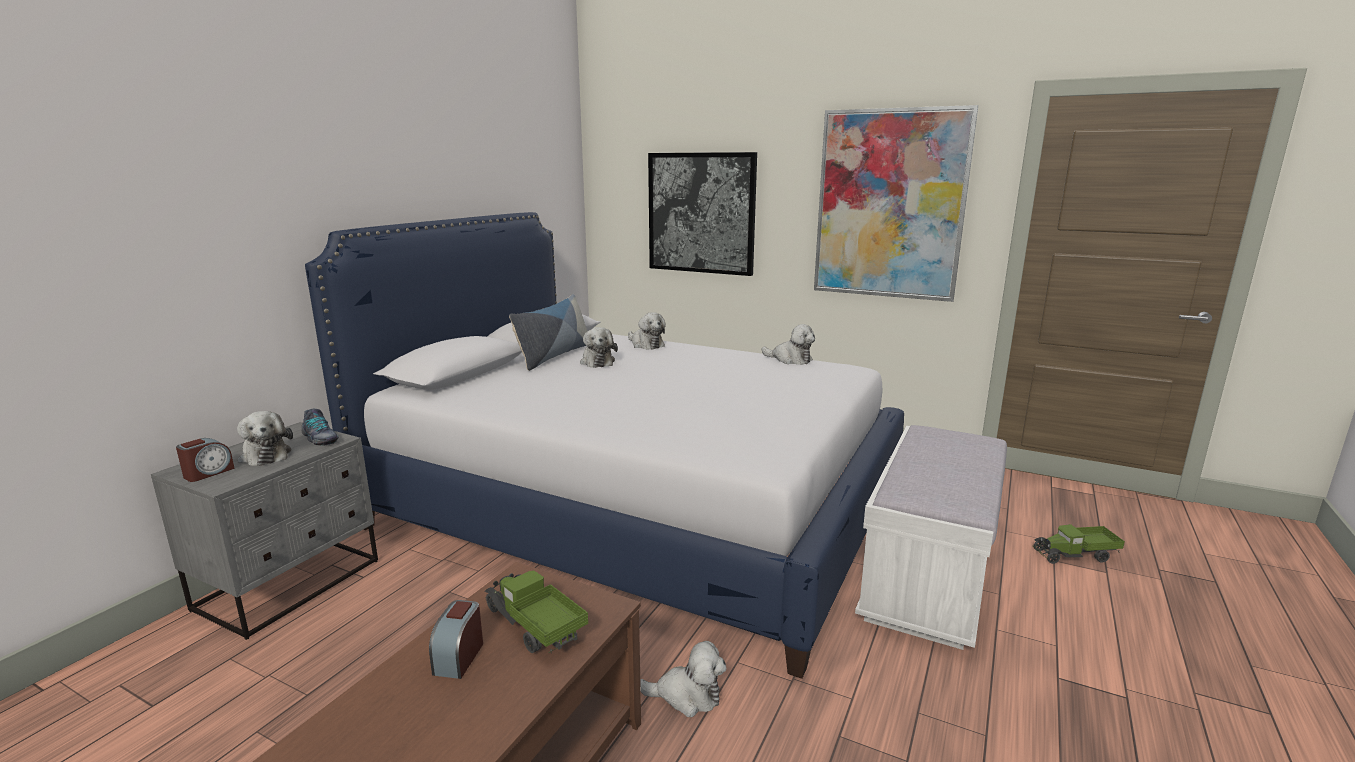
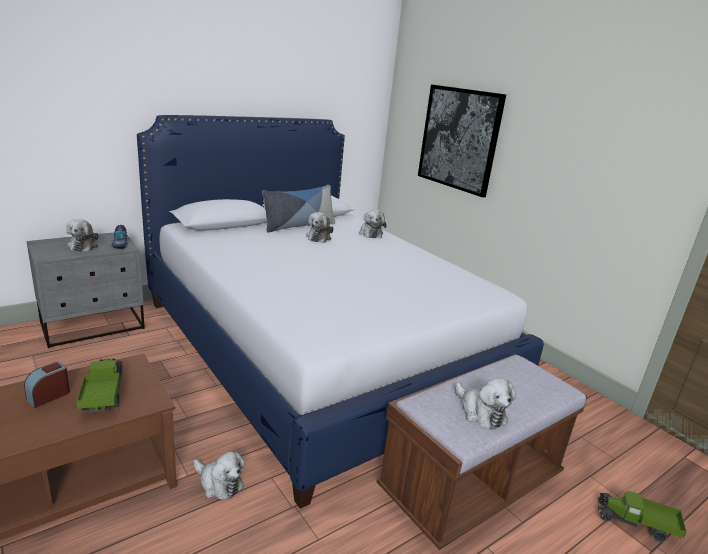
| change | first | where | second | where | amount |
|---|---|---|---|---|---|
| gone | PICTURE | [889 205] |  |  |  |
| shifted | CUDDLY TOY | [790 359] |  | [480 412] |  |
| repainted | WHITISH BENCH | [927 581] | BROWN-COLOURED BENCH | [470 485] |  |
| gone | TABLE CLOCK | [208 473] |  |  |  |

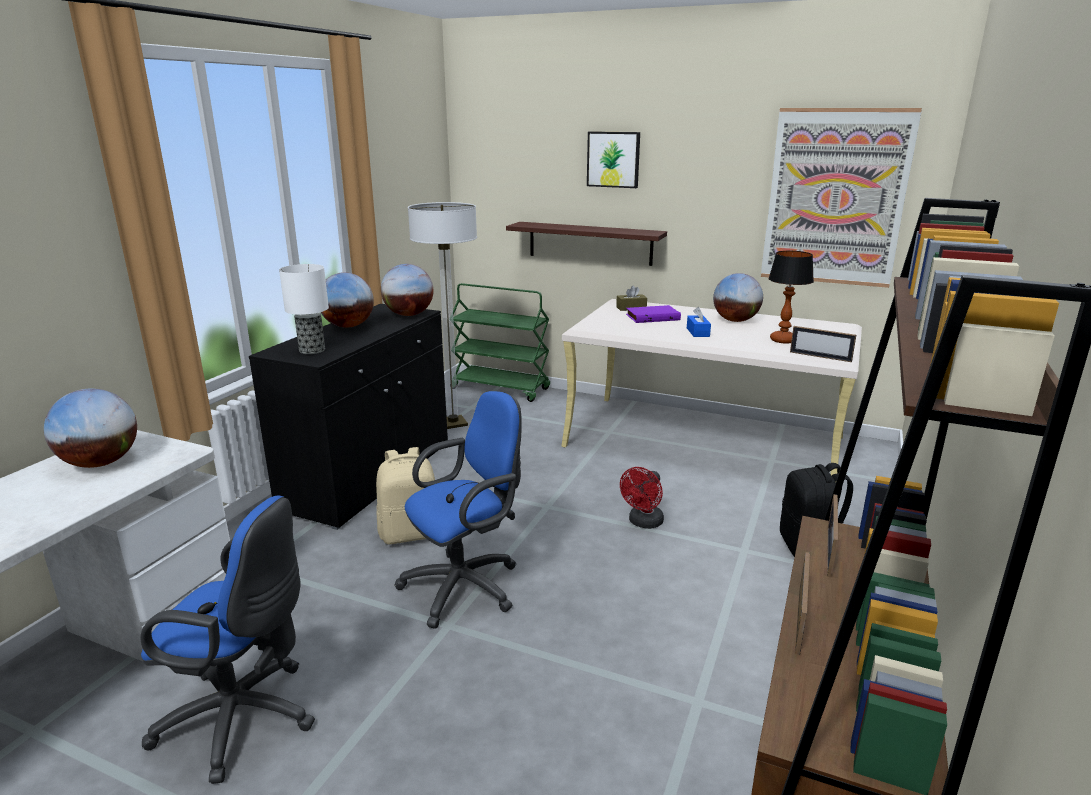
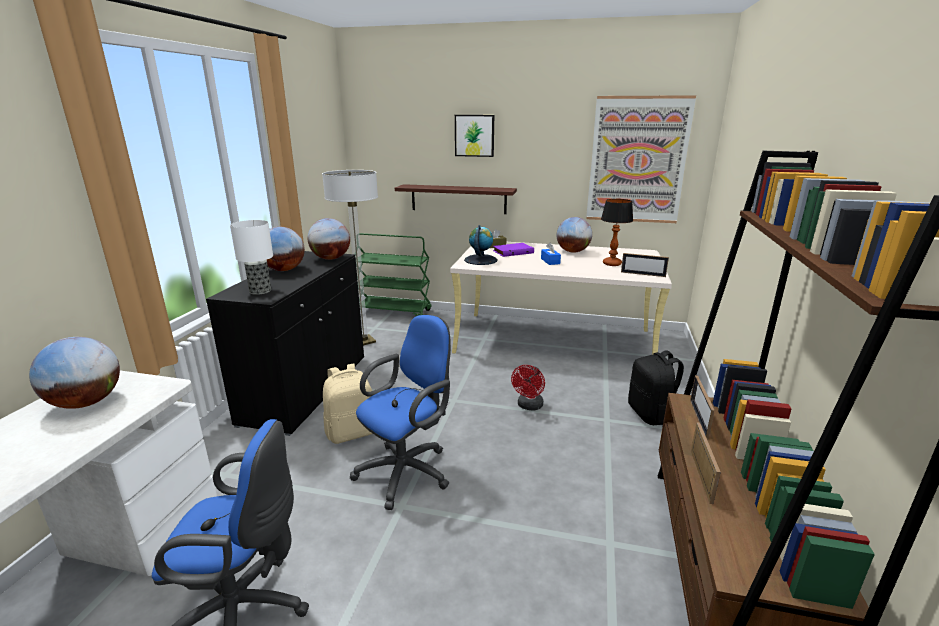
| change | first | where | second | where | amount |
|---|---|---|---|---|---|
| new |  |  | GLOBE | [480 260] |  |

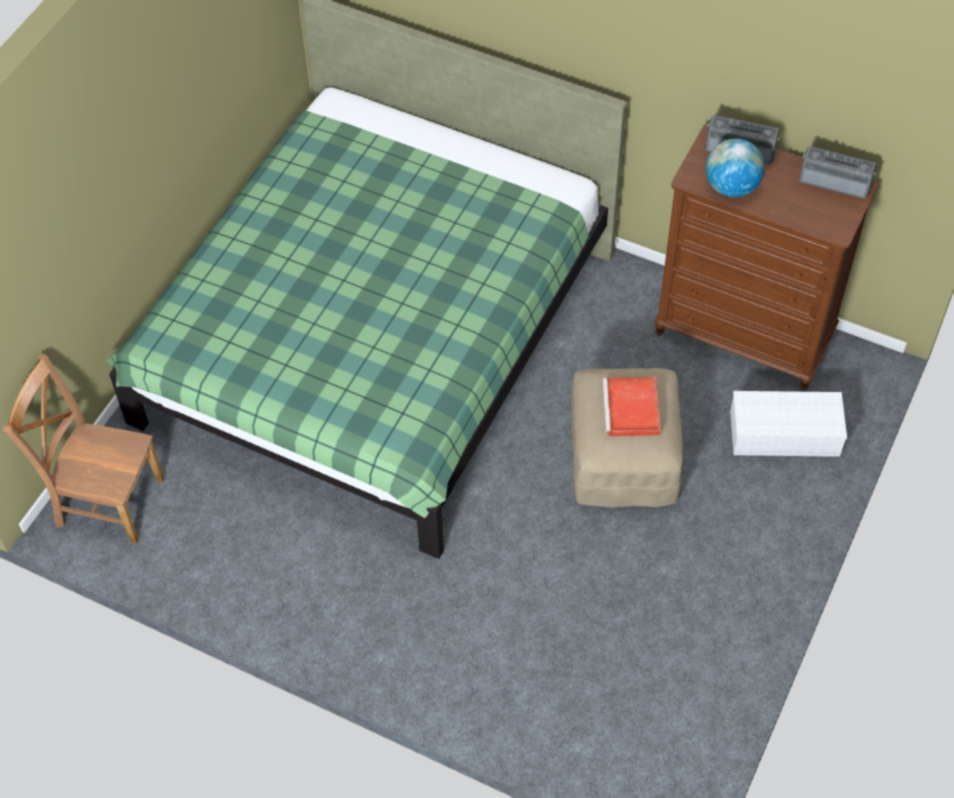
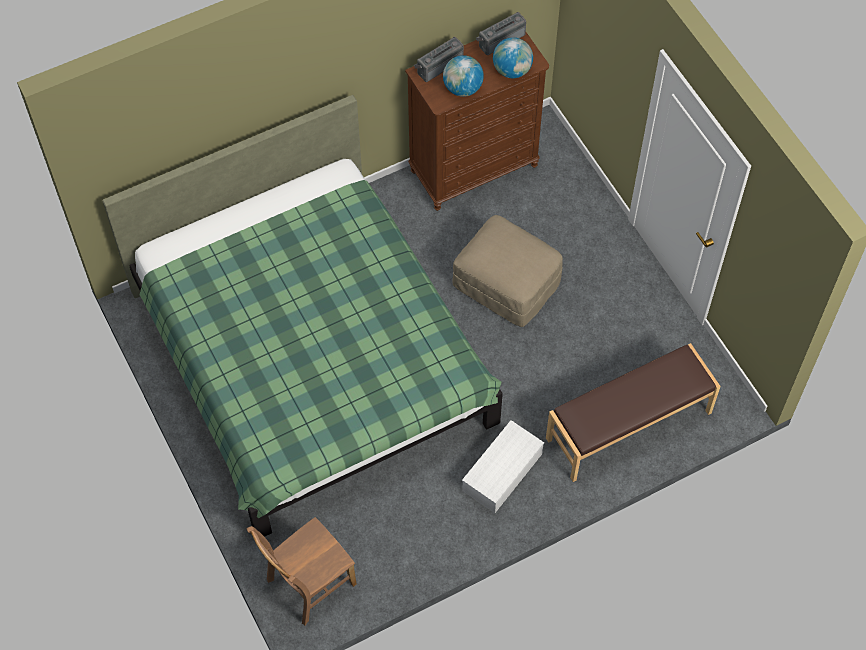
| change | first | where | second | where | amount |
|---|---|---|---|---|---|
| gone | REDDISH TRAY | [632 410] |  |  |  |
| shifted | WHITISH STORAGE BIN | [783 434] |  | [502 473] |  |
| new |  |  | GLOBE | [512 70] |  |
| new |  |  | BROWN-COLOURED BENCH | [629 426] |  |

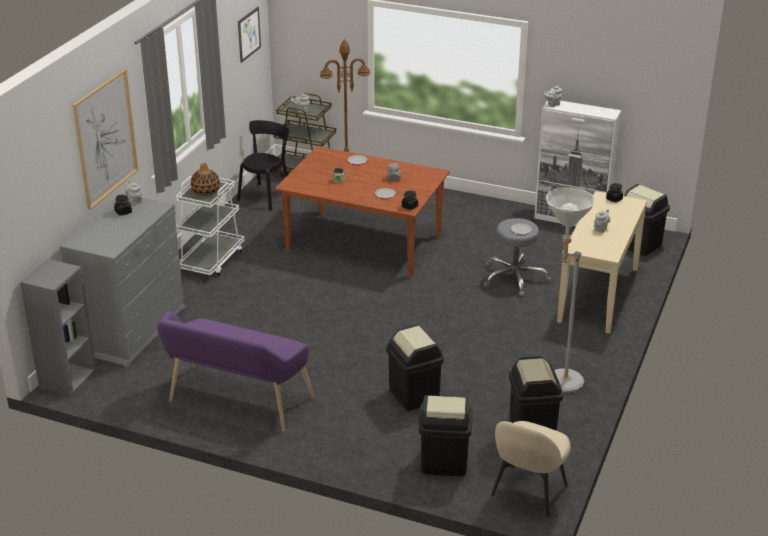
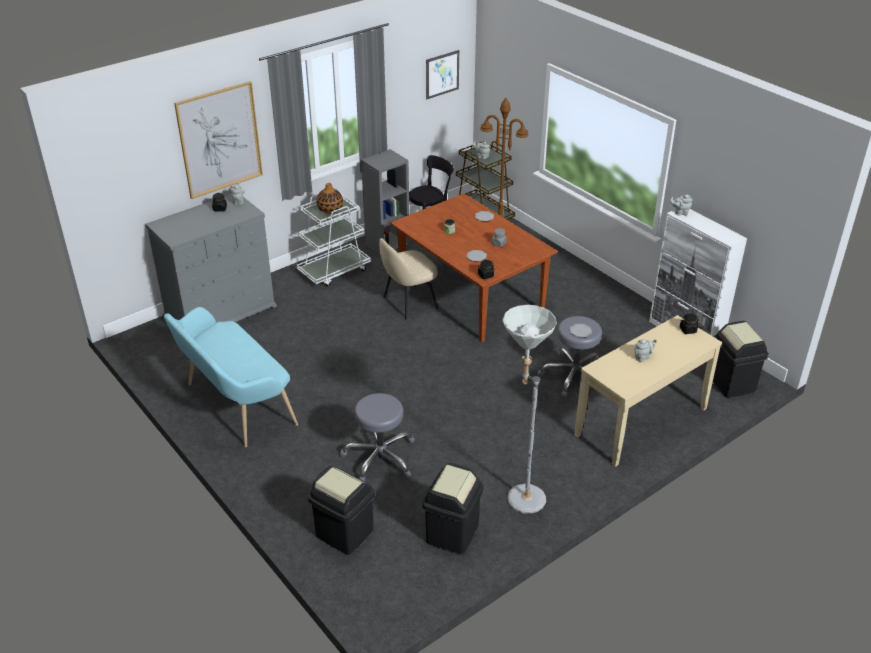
| change | first | where | second | where | amount |
|---|---|---|---|---|---|
| shifted | GREY SHELVING UNIT | [68 378] |  | [387 244] |  |
| repainted | PURPLE BENCH | [236 402] | TURQUOISE BENCH | [235 405] |  |
| swapped | BLACK RUBBISH BIN | [414 395] | GREY STOOL | [380 457] |  |
| shifted | SAND-COLOURED UPRIGHT CHAIR | [528 492] |  | [408 303] |  |

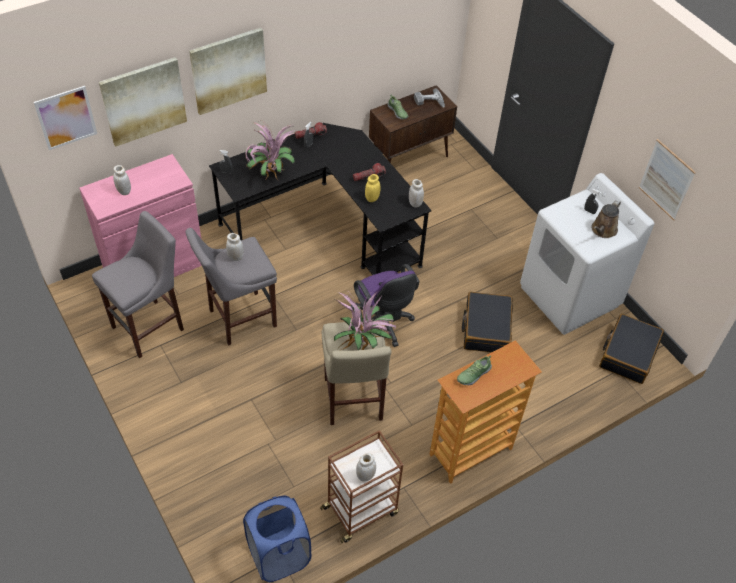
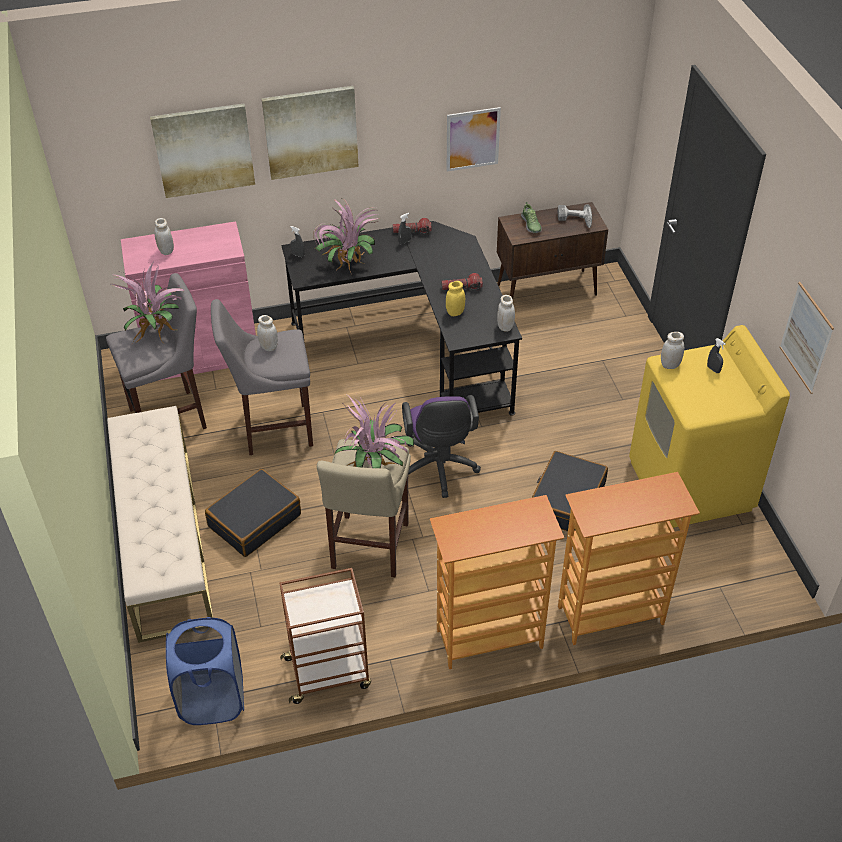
| change | first | where | second | where | amount |
|---|---|---|---|---|---|
| shifted | PICTURE | [66 118] |  | [472 139] |  |
| repainted | WHITISH LAUNDRY APPLIANCE | [569 296] | YELLOW LAUNDRY APPLIANCE | [690 486] |  |
| gone | BROWN-COLOURED WATERING CAN | [603 230] |  |  |  |
| shifted | BLACK SUITCASE | [628 354] |  | [254 520] |  |
| gone | ITEM OF FOOTWEAR | [473 374] |  |  |  |
| shifted | WHITISH JAR | [365 476] |  | [670 365] |  |
| new |  |  | POTTED PLANT | [158 331] |  |
| new |  |  | SAND-COLOURED BENCH | [164 540] |  |
| new |  |  | SHELVING UNIT | [610 616] |  |

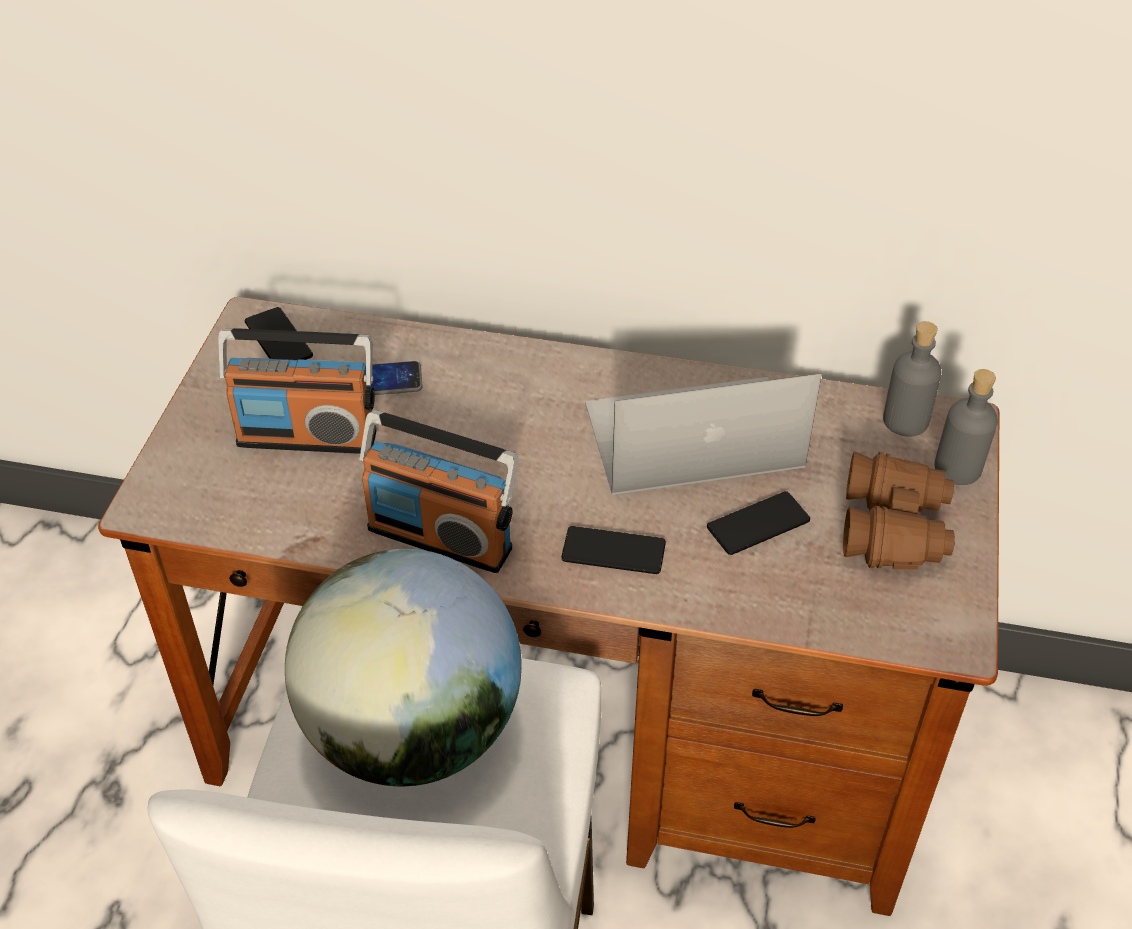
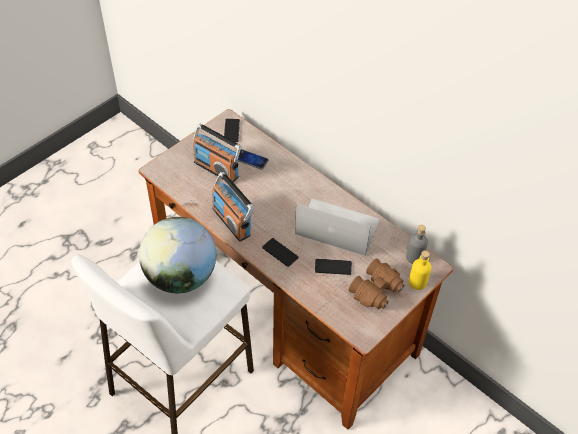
| change | first | where | second | where | amount |
|---|---|---|---|---|---|
| repainted | GREY BEVERAGE BOTTLE | [958 468] | YELLOW BEVERAGE BOTTLE | [417 282] |  |

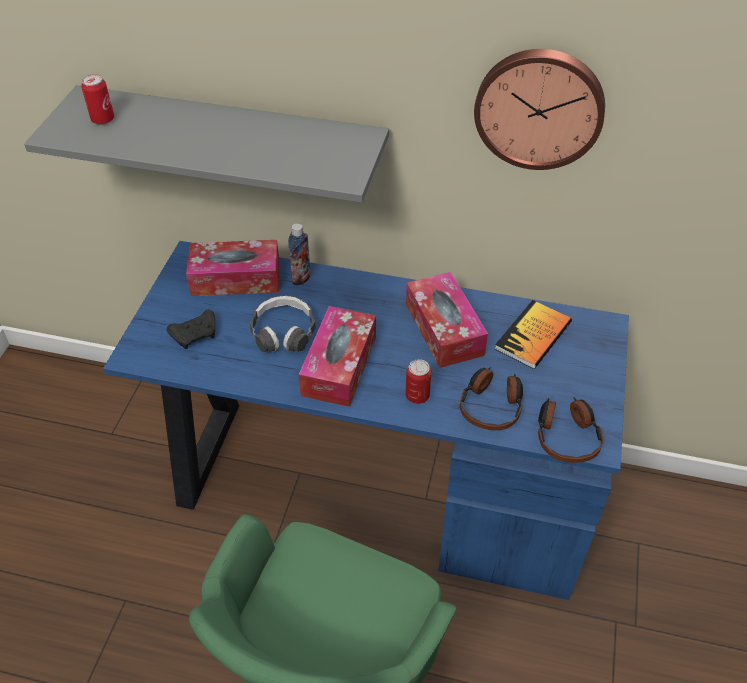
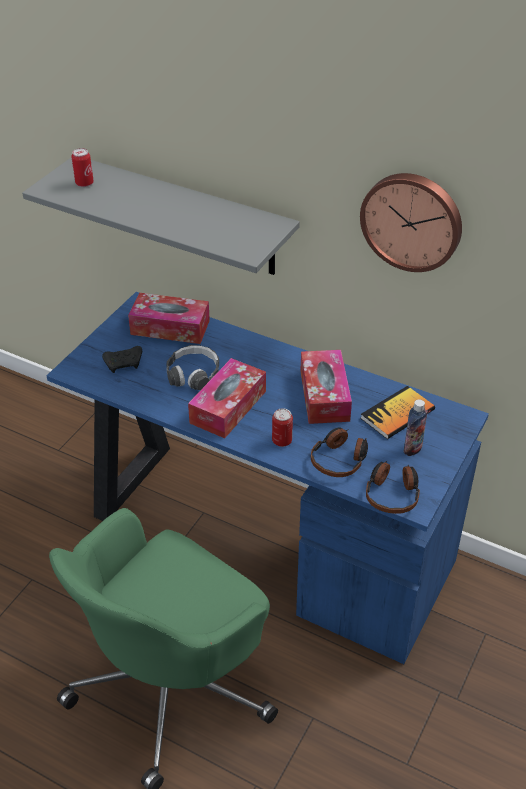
| change | first | where | second | where | amount |
|---|---|---|---|---|---|
| shifted | BEVERAGE BOTTLE | [301 277] |  | [412 448] |  |

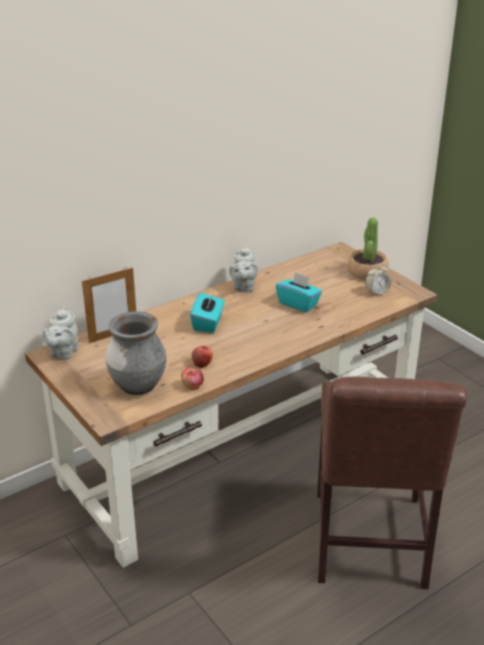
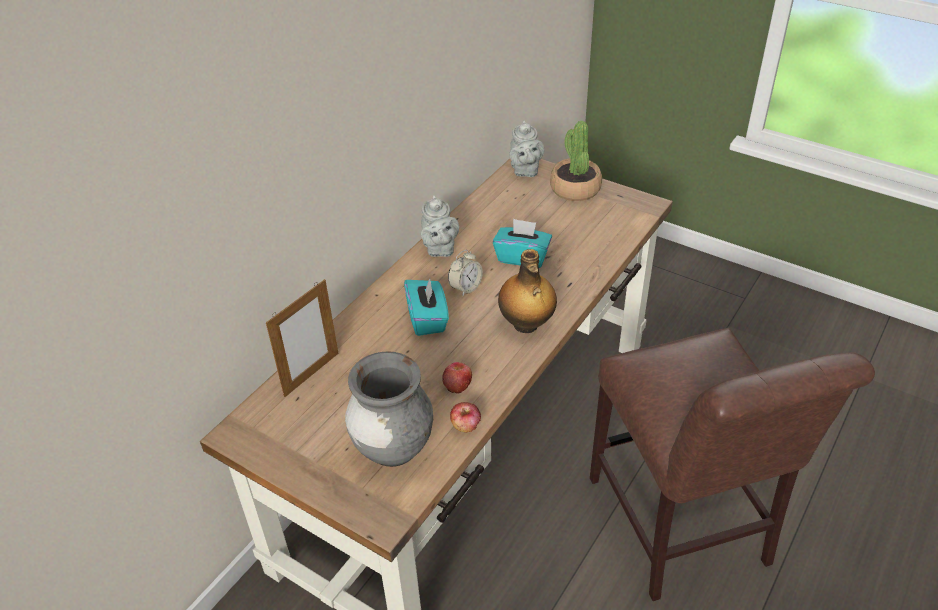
| change | first | where | second | where | amount |
|---|---|---|---|---|---|
| shifted | TABLE CLOCK | [377 292] |  | [465 288] |  |
| shifted | GREY POT FOR TEA | [63 353] |  | [525 171] |  |
| new |  |  | BEVERAGE BOTTLE | [526 325] |  |

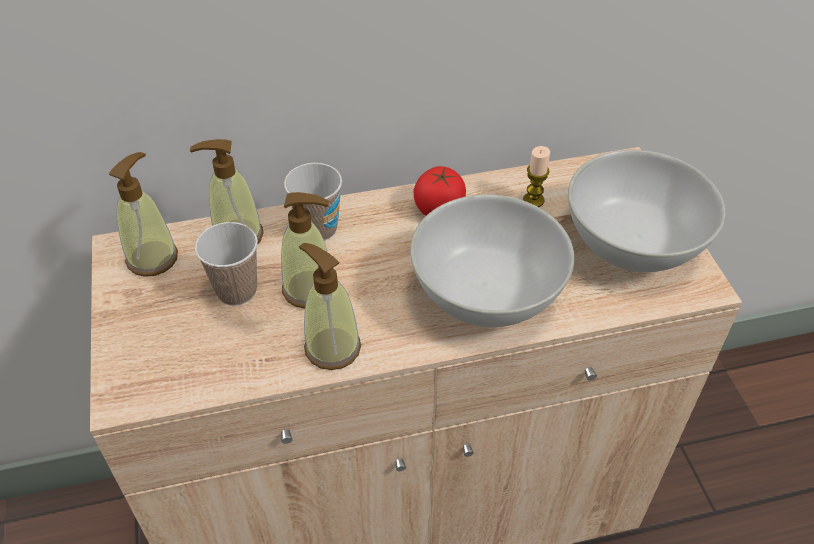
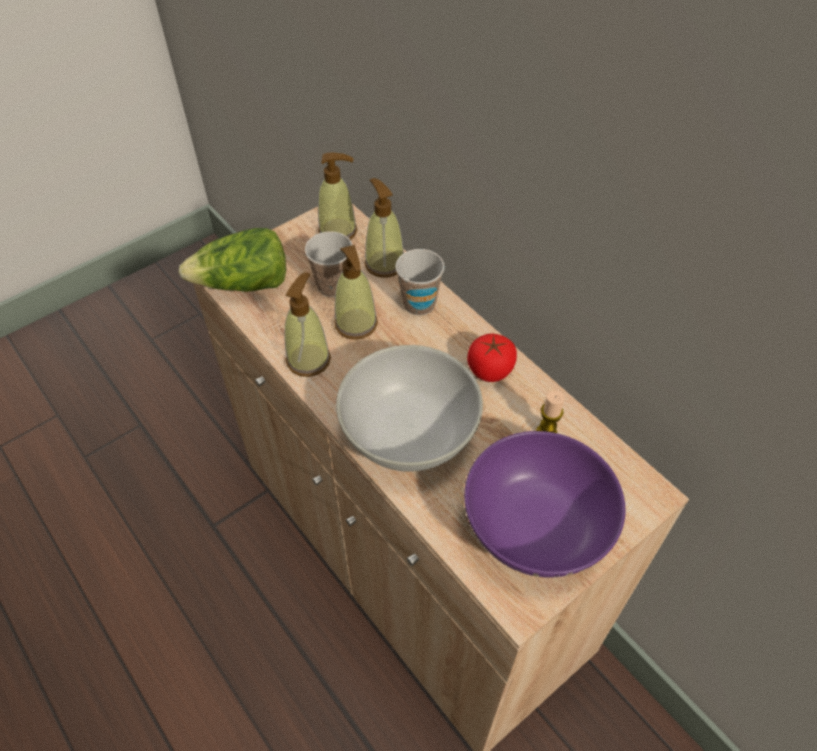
| change | first | where | second | where | amount |
|---|---|---|---|---|---|
| repainted | WHITISH BOWL | [631 246] | PURPLE BOWL | [535 528] |  |
| new |  |  | LETTUCE HEAD | [244 284] |  |

